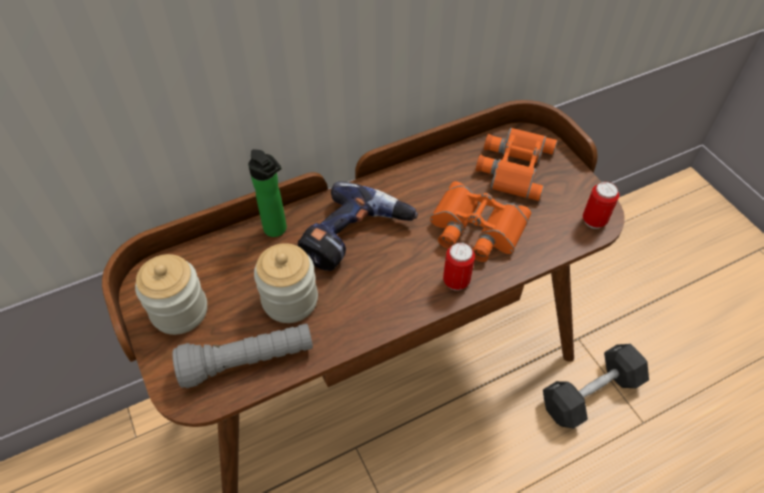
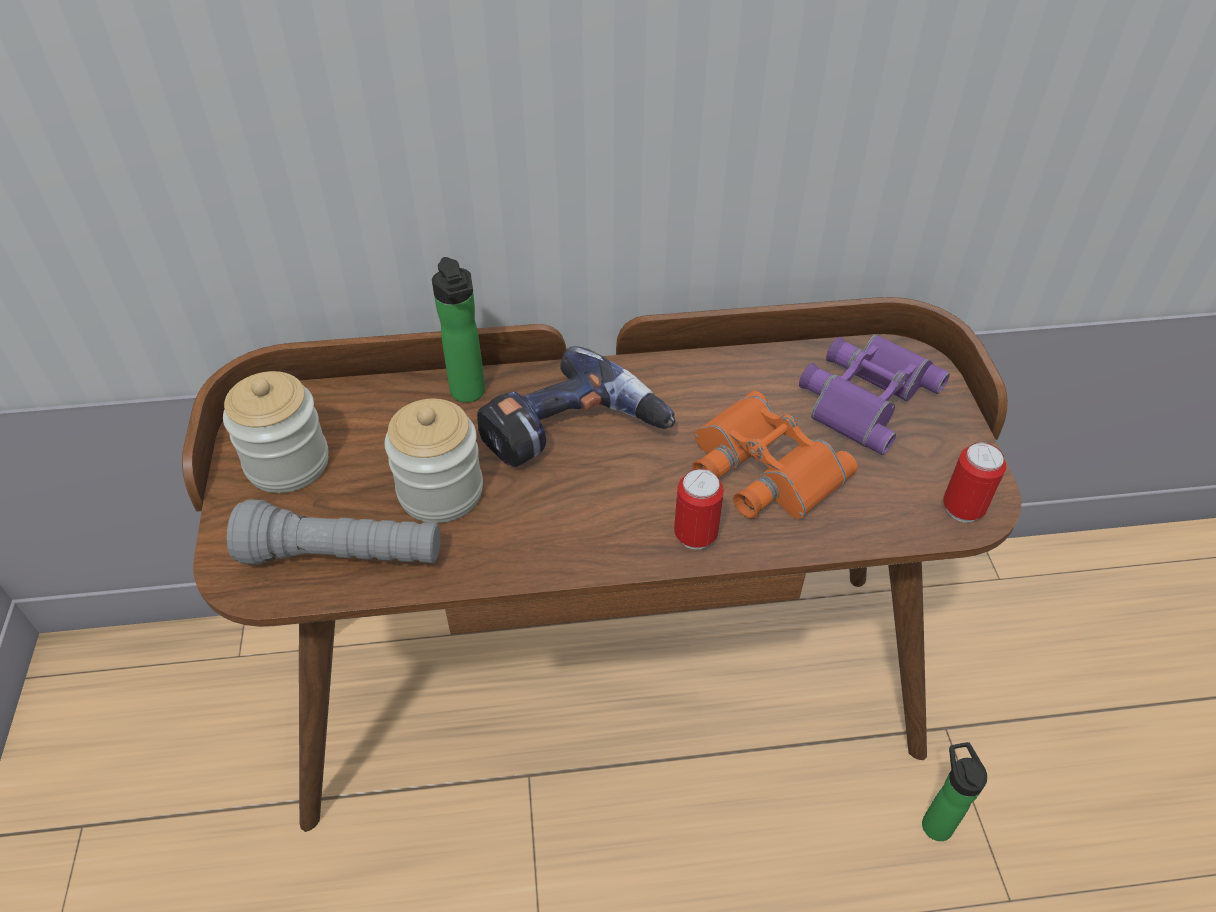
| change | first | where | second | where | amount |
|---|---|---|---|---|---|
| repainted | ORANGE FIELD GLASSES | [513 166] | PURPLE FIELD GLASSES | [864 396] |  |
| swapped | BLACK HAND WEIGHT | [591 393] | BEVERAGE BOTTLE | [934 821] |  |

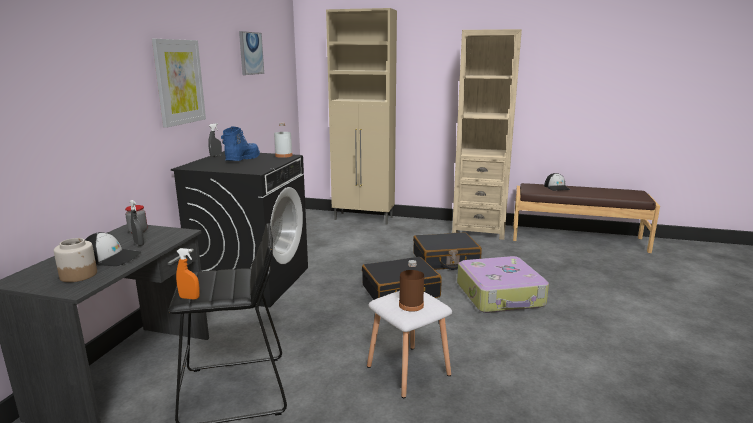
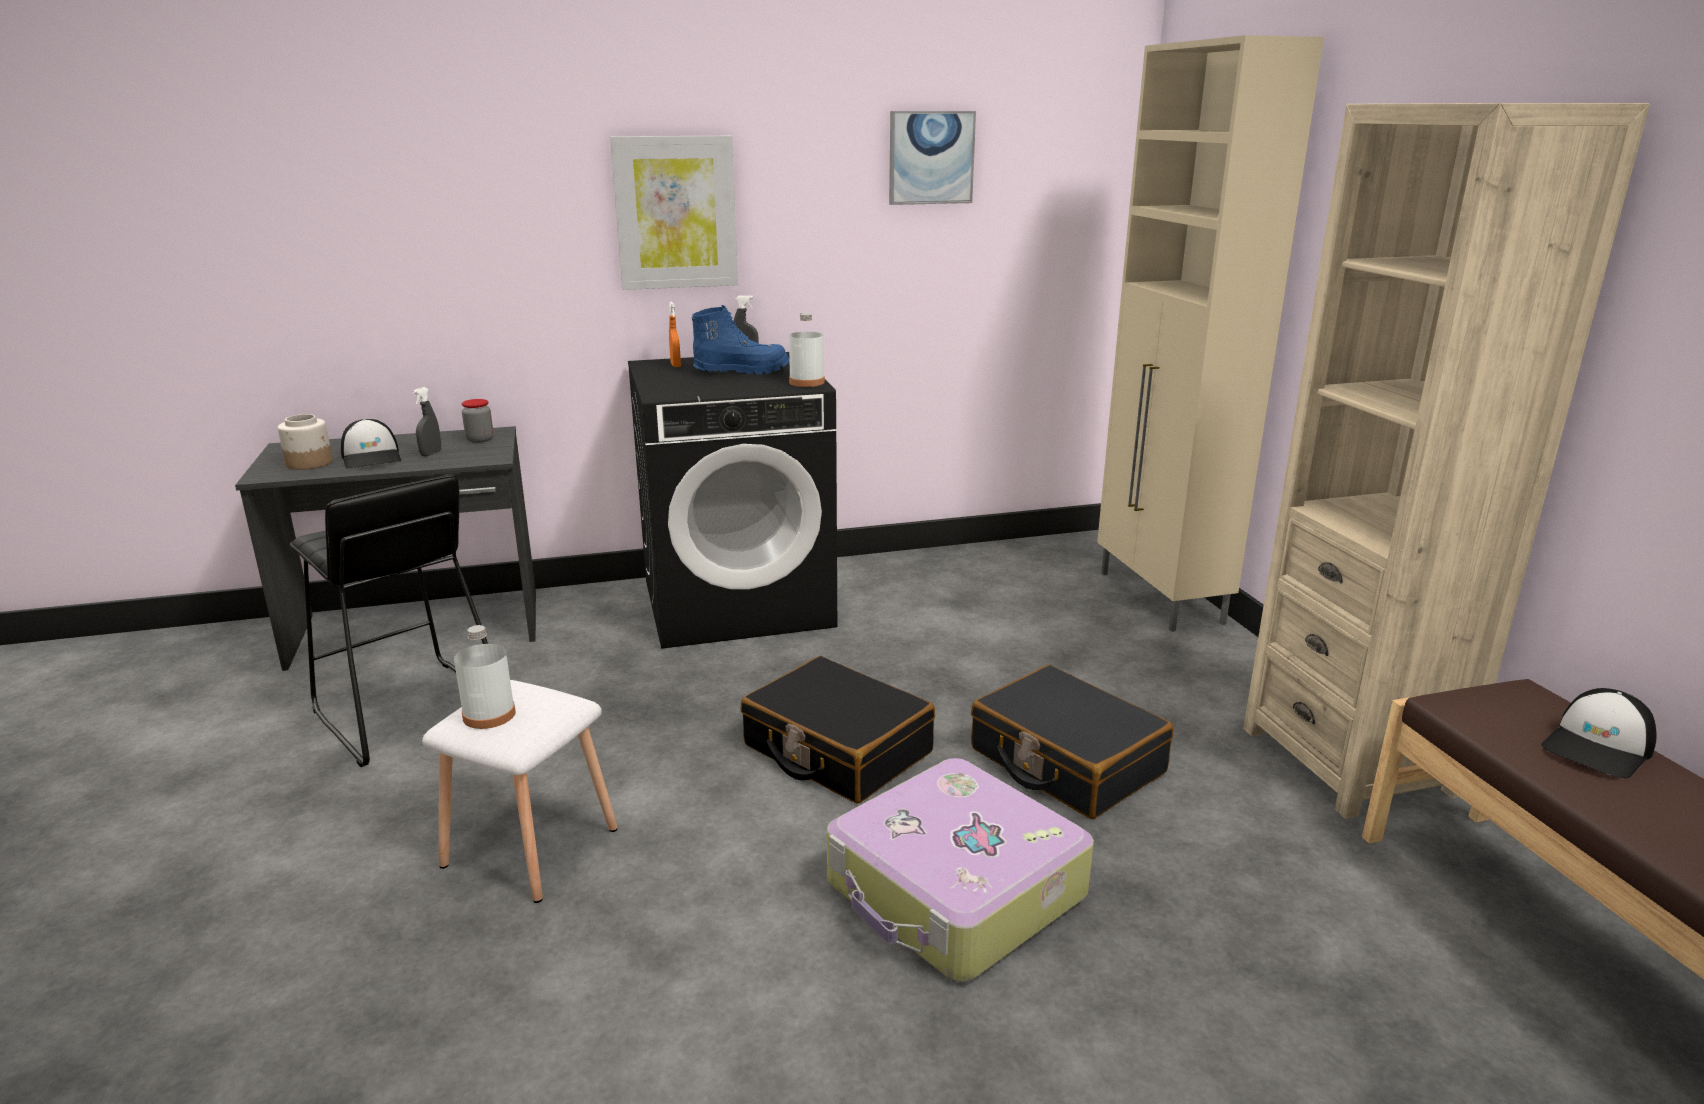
| change | first | where | second | where | amount |
|---|---|---|---|---|---|
| shifted | ORANGE HAND SPRAYER | [189 298] |  | [675 365] |  |
| repainted | BROWN-COLOURED BEVERAGE BOTTLE | [411 305] | WHITISH BEVERAGE BOTTLE | [489 715] |  |

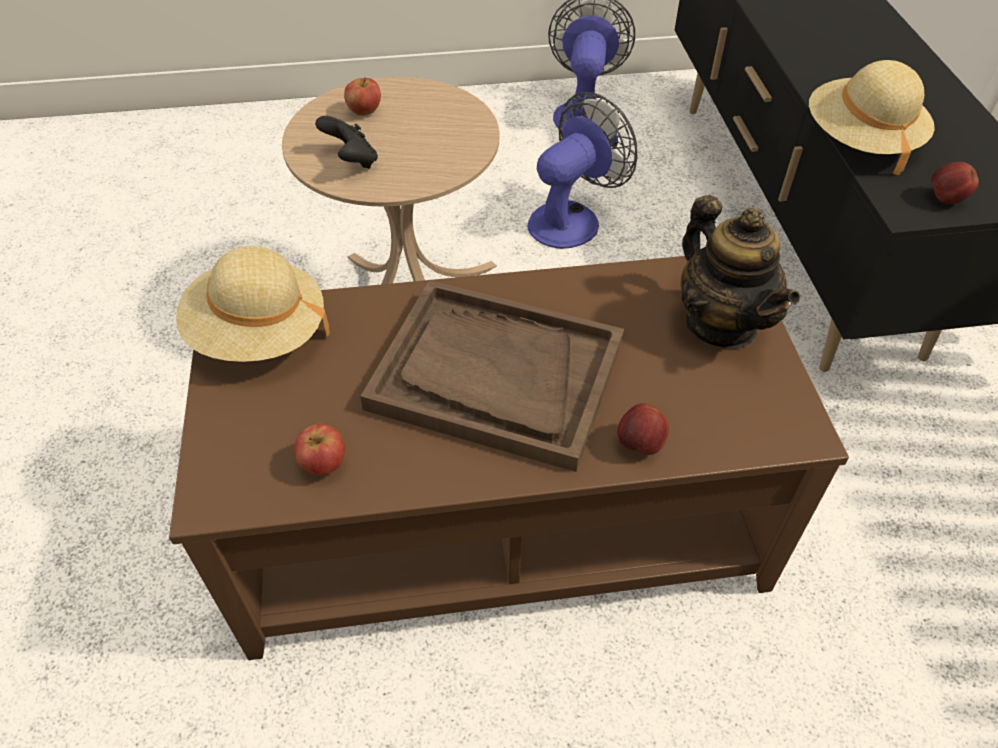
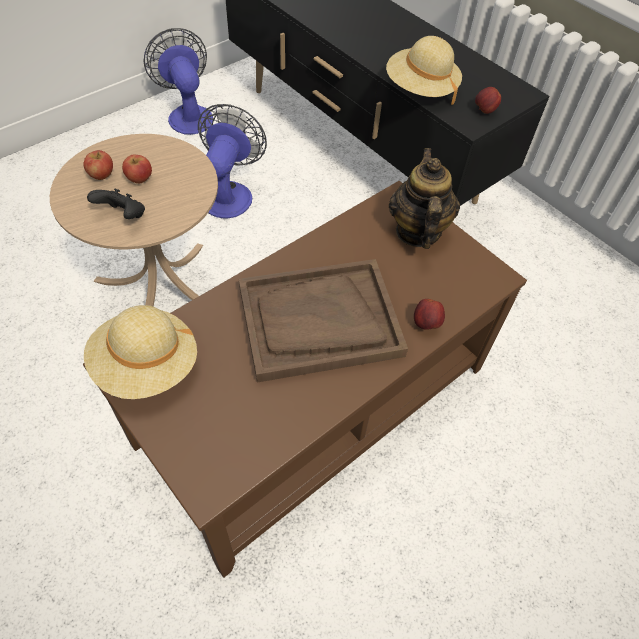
| change | first | where | second | where | amount |
|---|---|---|---|---|---|
| rotated | POT FOR TEA | [721 323] |  | [417 231] | 120 degrees counterclockwise |
| shifted | APPLE | [324 464] |  | [140 179] |  |

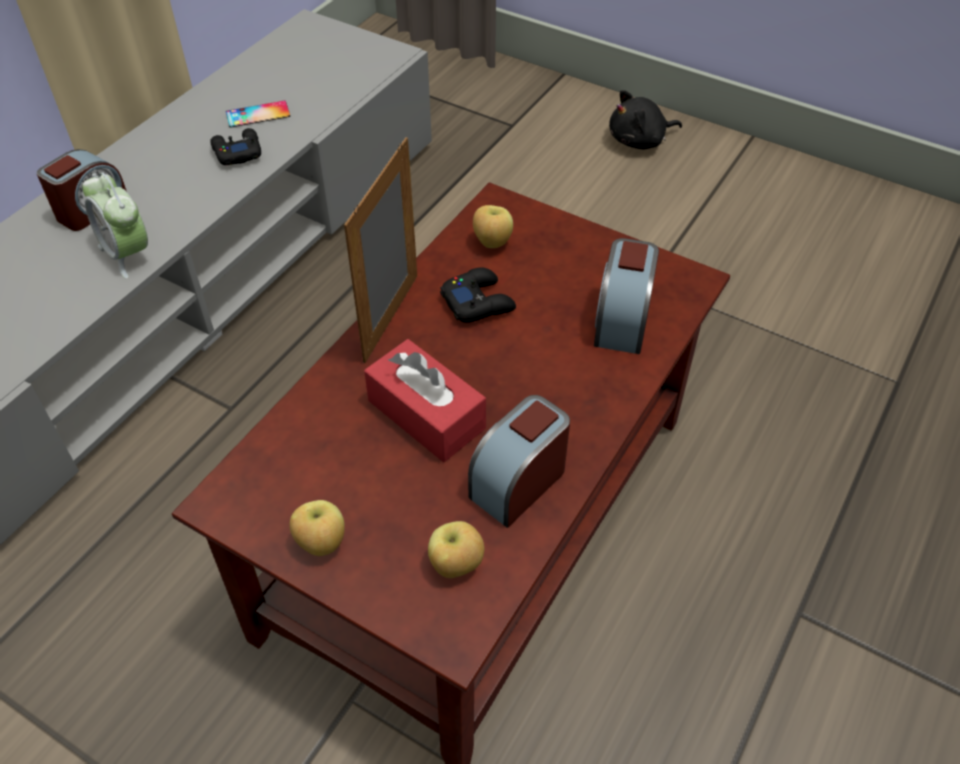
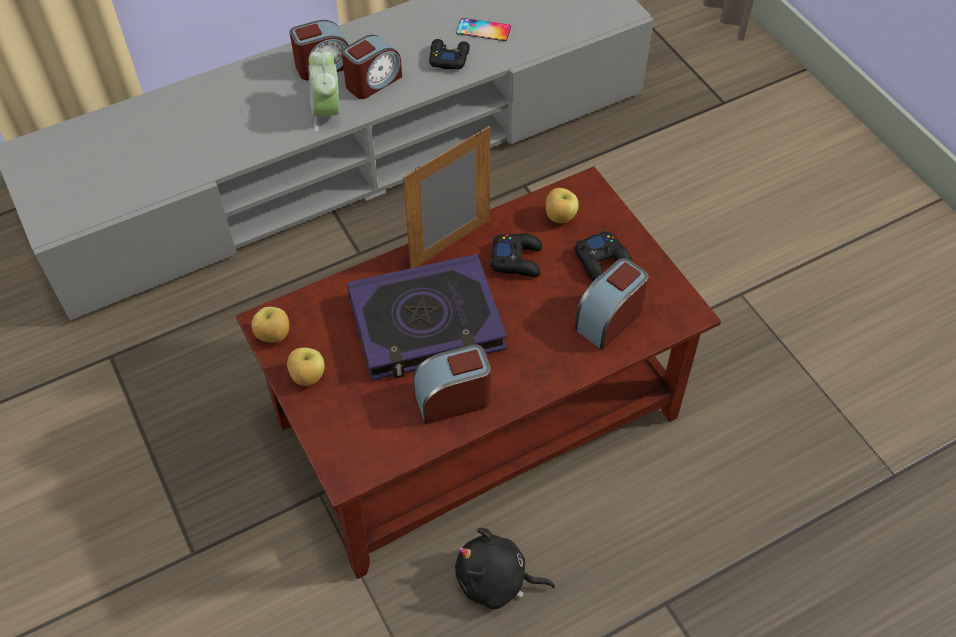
| change | first | where | second | where | amount |
|---|---|---|---|---|---|
| shifted | BLACK CUDDLY TOY | [639 141] |  | [496 580] |  |
| swapped | REDDISH TISSUE BOX | [426 414] | BOOK | [426 324] |  |
| shifted | APPLE | [456 565] |  | [273 336] |  |
| new |  |  | TABLE CLOCK | [373 82] |  |
| new |  |  | BLACK JOYPAD | [602 261] |  |

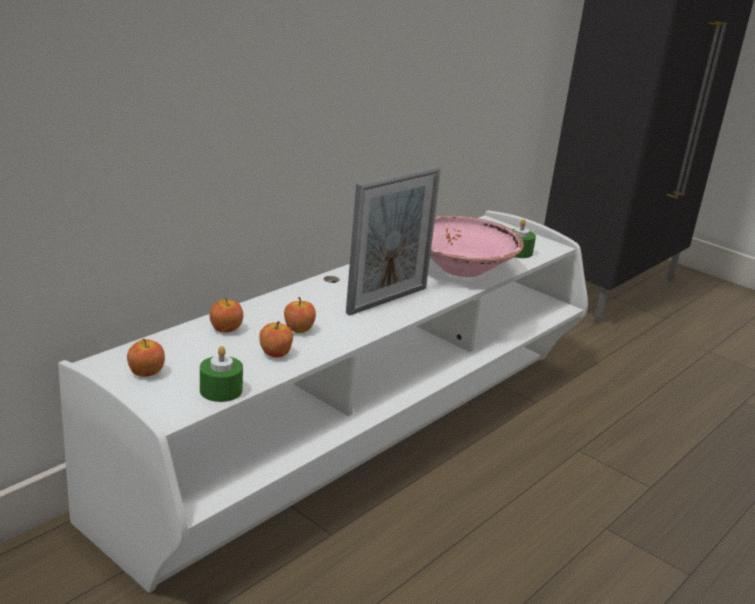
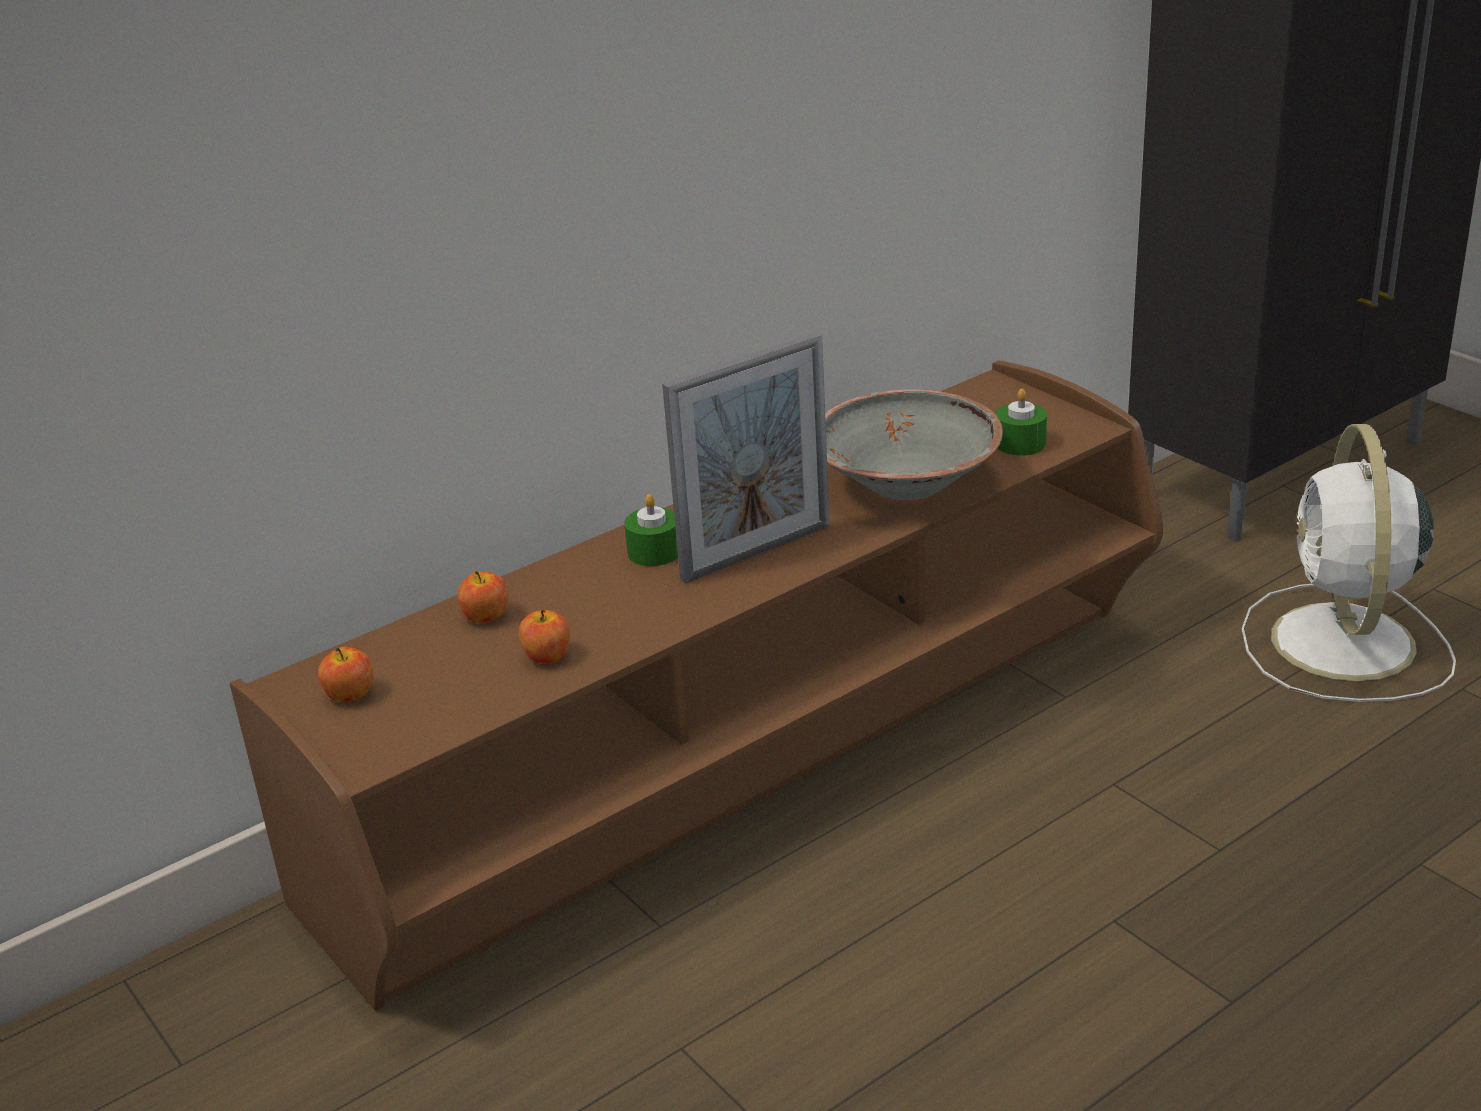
| change | first | where | second | where | amount |
|---|---|---|---|---|---|
| repainted | WHITISH MEDIA CONSOLE | [364 434] | BROWN-COLOURED MEDIA CONSOLE | [756 760] |  |
| repainted | PINK-COLOURED BOWL | [462 268] | GREY BOWL | [908 483] |  |
| gone | APPLE | [299 329] |  |  |  |
| shifted | GREEN-COLOURED WAX CANDLE | [221 390] |  | [654 552] |  |
| new |  |  | WHITISH ELECTRIC FAN | [1344 646] |  |

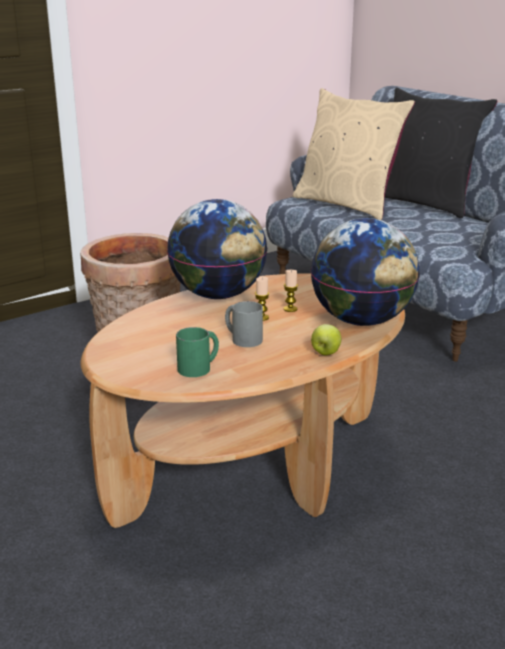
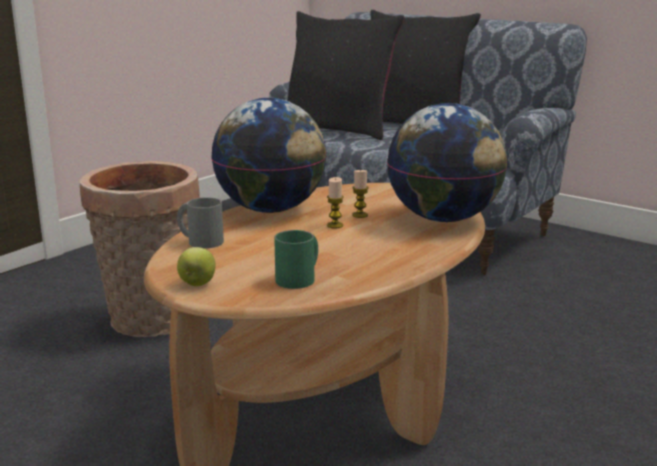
| change | first | where | second | where | amount |
|---|---|---|---|---|---|
| repainted | SAND-COLOURED THROW PILLOW | [347 204] | BLACK THROW PILLOW | [337 129] |  |
| shifted | GREY COFFEE MUG | [242 338] |  | [199 241] |  |
| shifted | APPLE | [325 353] |  | [197 284] |  |

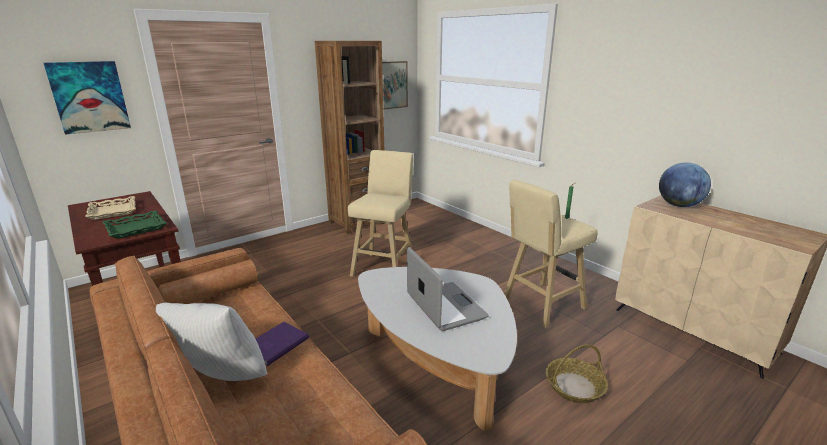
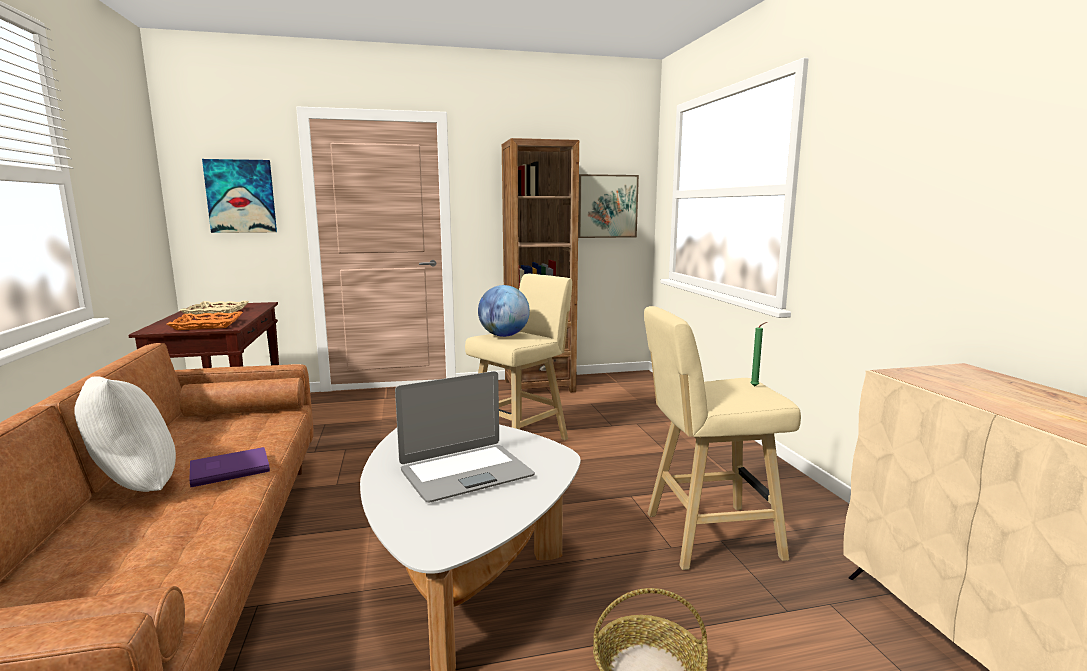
| change | first | where | second | where | amount |
|---|---|---|---|---|---|
| shifted | GLOBE | [679 205] |  | [504 336] |  |
| repainted | GREEN-COLOURED TRAY | [136 228] | ORANGE TRAY | [207 325] |  |
| rotated | PORTABLE COMPUTER | [445 307] |  | [465 473] | 60 degrees clockwise |

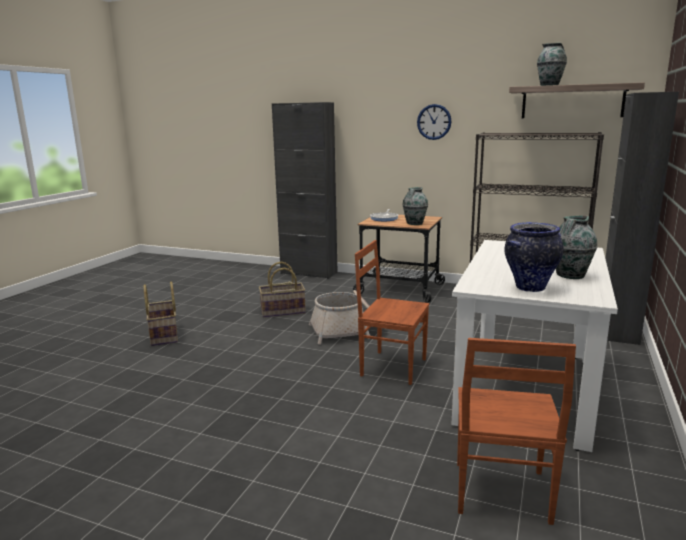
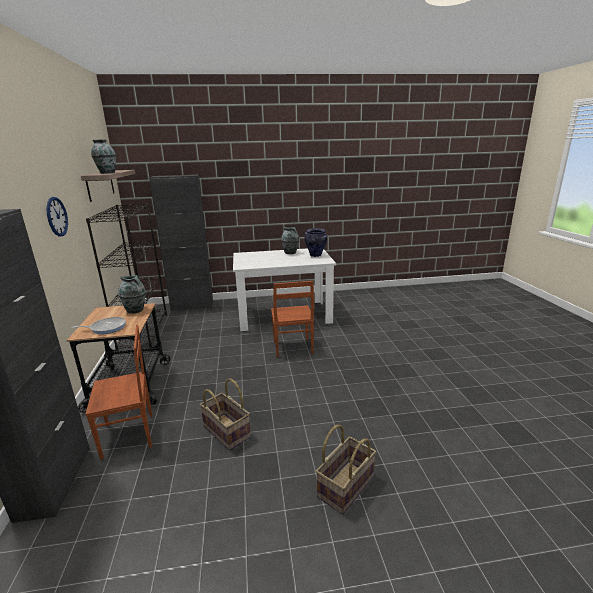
| change | first | where | second | where | amount |
|---|---|---|---|---|---|
| gone | STORAGE BASKET | [348 331] |  |  |  |
| shifted | BROWN-COLOURED UPRIGHT CHAIR | [500 493] |  | [129 436] |  |

